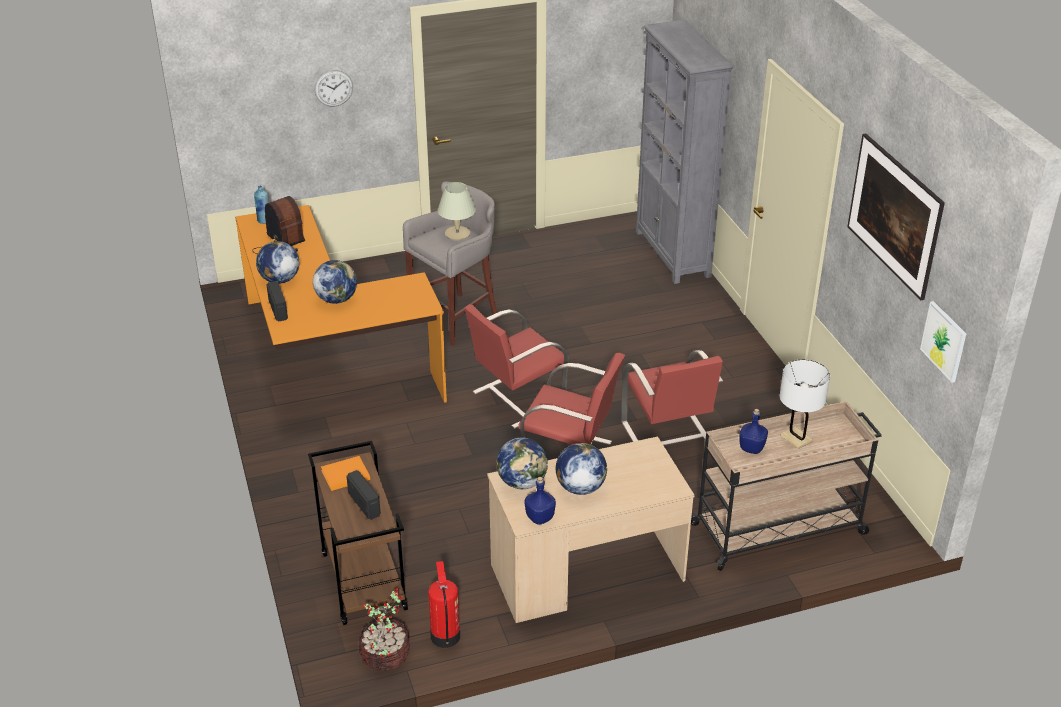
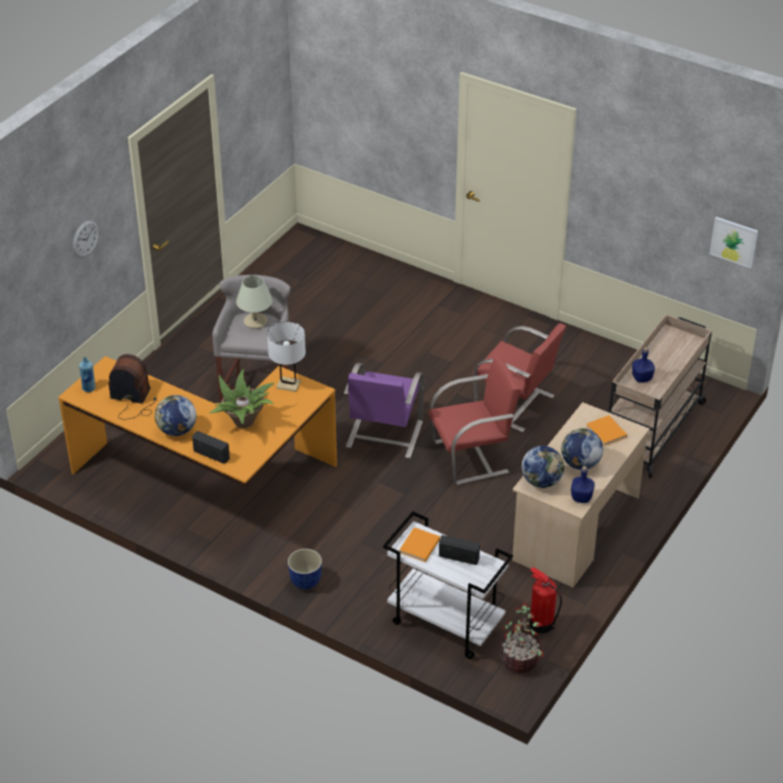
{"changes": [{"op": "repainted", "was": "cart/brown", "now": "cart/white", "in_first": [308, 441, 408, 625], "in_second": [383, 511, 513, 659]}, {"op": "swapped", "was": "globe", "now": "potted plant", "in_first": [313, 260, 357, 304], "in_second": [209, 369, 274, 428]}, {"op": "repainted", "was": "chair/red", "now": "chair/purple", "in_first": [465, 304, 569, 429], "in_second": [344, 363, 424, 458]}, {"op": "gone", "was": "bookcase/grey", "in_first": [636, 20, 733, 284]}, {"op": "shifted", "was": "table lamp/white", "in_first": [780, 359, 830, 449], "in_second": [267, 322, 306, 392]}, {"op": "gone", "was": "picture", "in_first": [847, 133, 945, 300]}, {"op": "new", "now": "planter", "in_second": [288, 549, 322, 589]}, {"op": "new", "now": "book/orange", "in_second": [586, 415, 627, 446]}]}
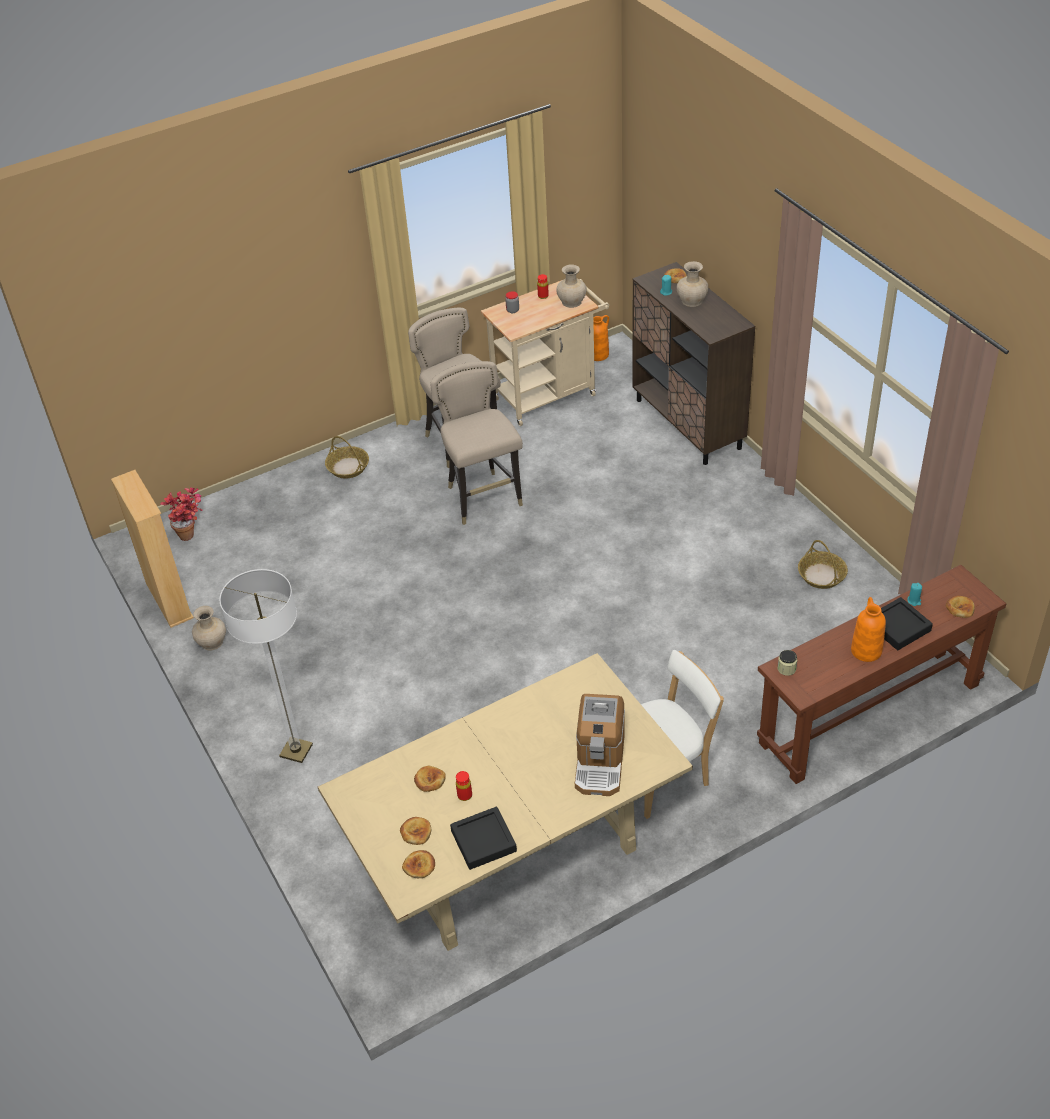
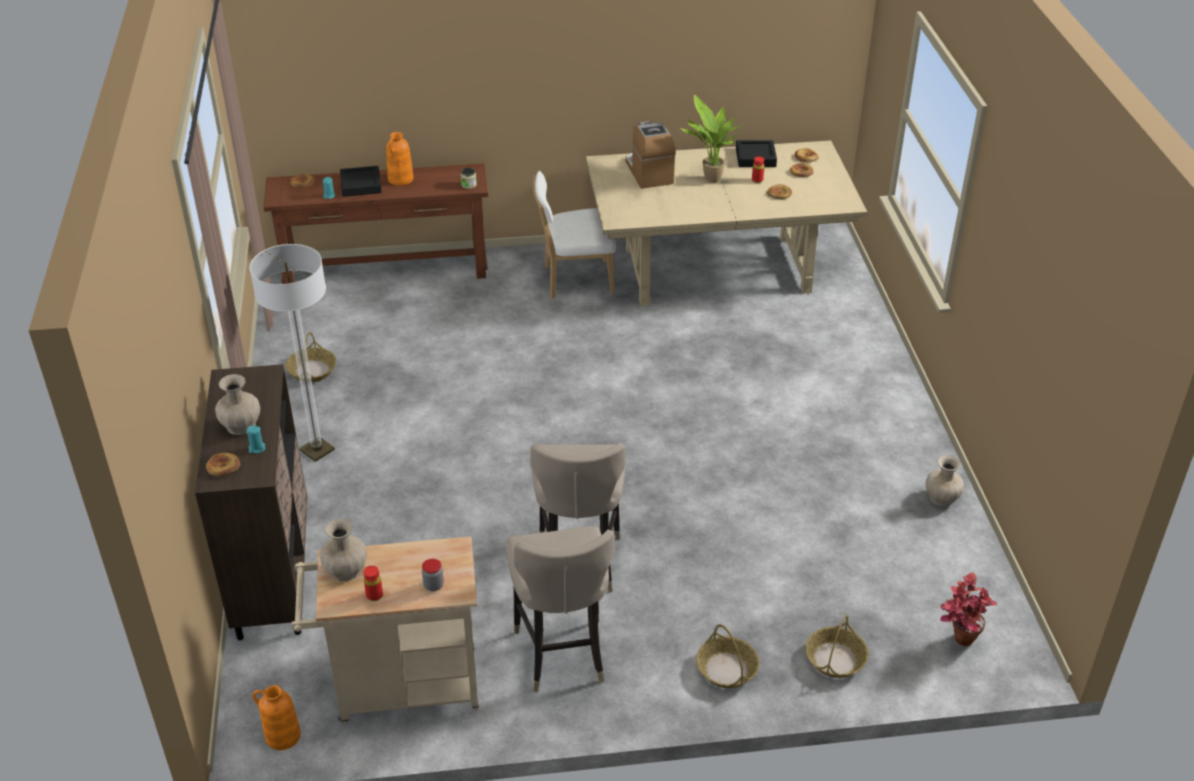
{"changes": [{"op": "gone", "was": "bookcase/beige", "in_first": [111, 470, 194, 628]}, {"op": "shifted", "was": "floor lamp", "in_first": [219, 569, 313, 763], "in_second": [249, 244, 335, 462]}, {"op": "rotated", "was": "coffee machine", "in_first": [575, 694, 625, 796], "in_second": [626, 121, 676, 189], "clockwise": -45}, {"op": "new", "now": "potted plant", "in_second": [680, 95, 741, 183]}, {"op": "new", "now": "basket", "in_second": [805, 615, 869, 678]}]}
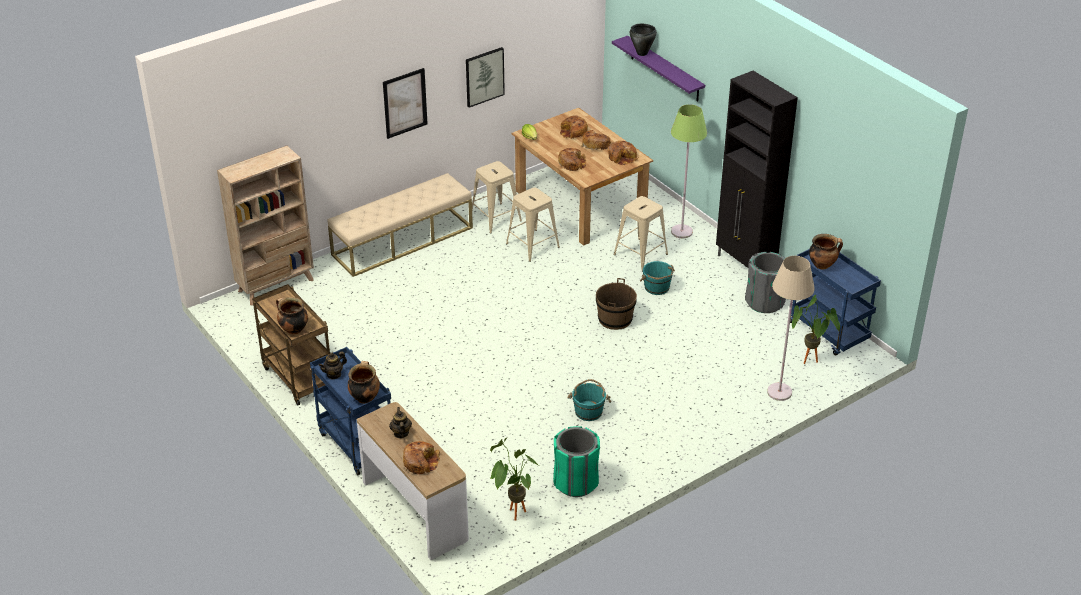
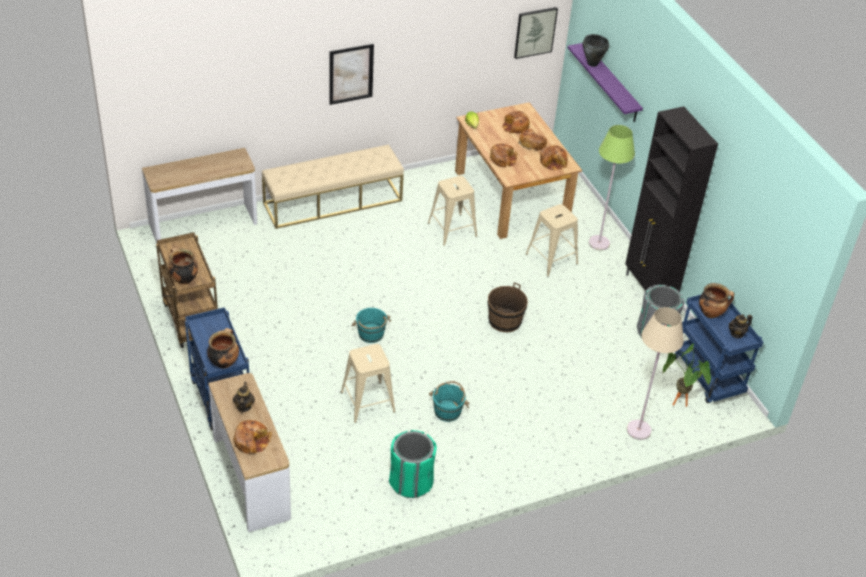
{"changes": [{"op": "swapped", "was": "bookcase/beige", "now": "console table", "in_first": [217, 146, 314, 305], "in_second": [142, 148, 257, 243]}, {"op": "shifted", "was": "teapot", "in_first": [319, 351, 347, 380], "in_second": [729, 314, 753, 338]}, {"op": "shifted", "was": "picture", "in_first": [466, 47, 505, 108], "in_second": [514, 7, 558, 59]}, {"op": "shifted", "was": "stool/beige", "in_first": [472, 161, 522, 233], "in_second": [341, 344, 396, 423]}, {"op": "gone", "was": "potted plant", "in_first": [490, 438, 538, 521]}, {"op": "shifted", "was": "bucket/turquoise", "in_first": [640, 261, 675, 295], "in_second": [351, 308, 391, 343]}]}
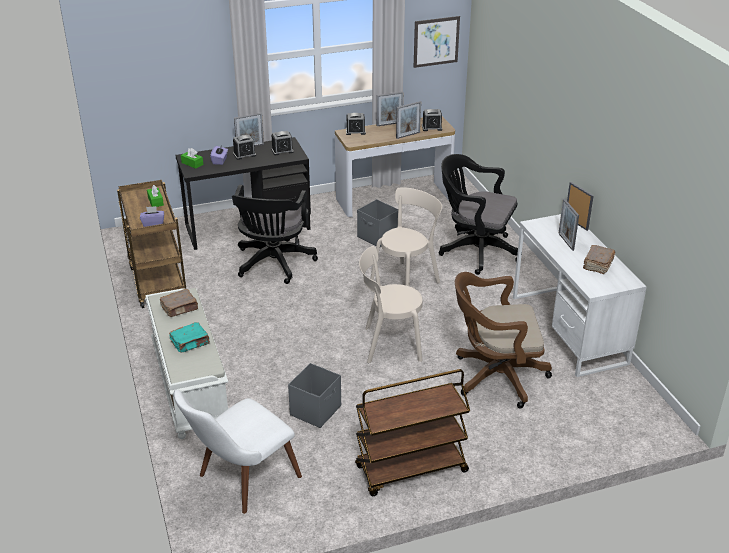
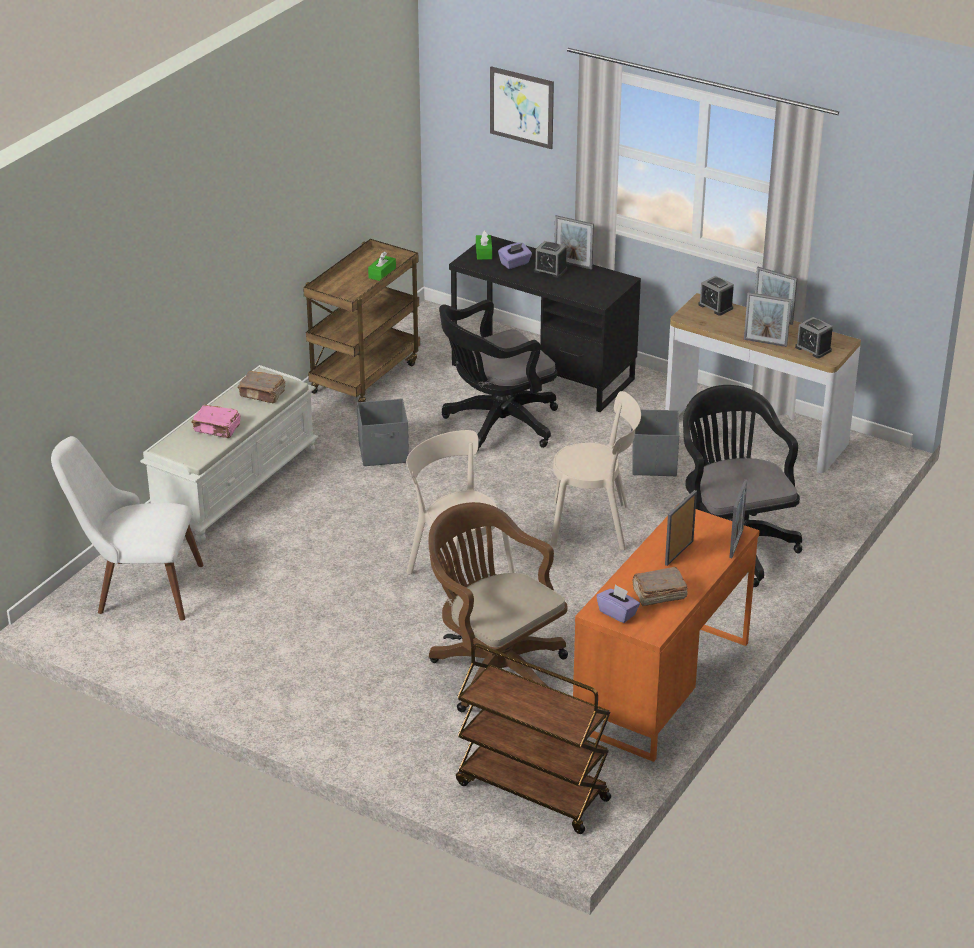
{"changes": [{"op": "shifted", "was": "tissue box/purple", "in_first": [140, 206, 164, 227], "in_second": [596, 584, 640, 623]}, {"op": "repainted", "was": "book/turquoise", "now": "book/pink", "in_first": [169, 322, 210, 353], "in_second": [191, 405, 241, 438]}, {"op": "gone", "was": "alarm clock", "in_first": [271, 131, 294, 155]}, {"op": "shifted", "was": "storage box/grey", "in_first": [288, 363, 341, 428], "in_second": [357, 399, 409, 466]}, {"op": "shifted", "was": "cart/brown", "in_first": [355, 369, 470, 496], "in_second": [456, 643, 611, 834]}, {"op": "shifted", "was": "picture", "in_first": [414, 16, 460, 68], "in_second": [490, 66, 554, 149]}, {"op": "repainted", "was": "desk/white", "now": "desk/orange", "in_first": [513, 214, 647, 377], "in_second": [573, 504, 760, 762]}]}
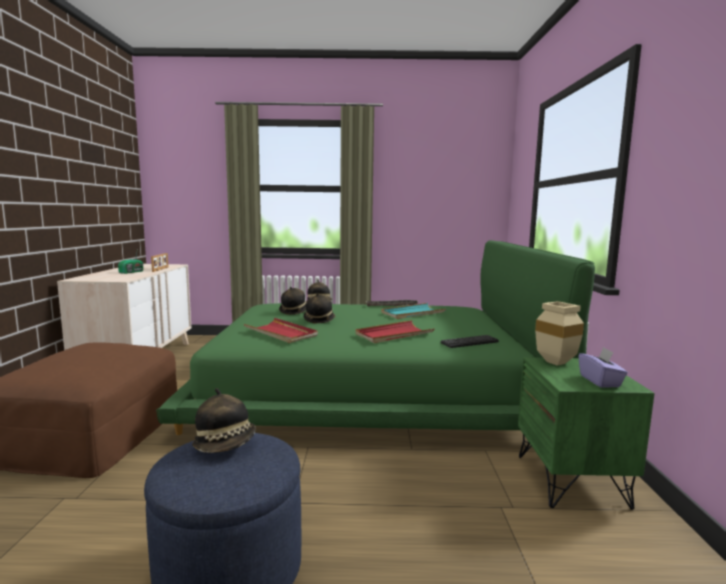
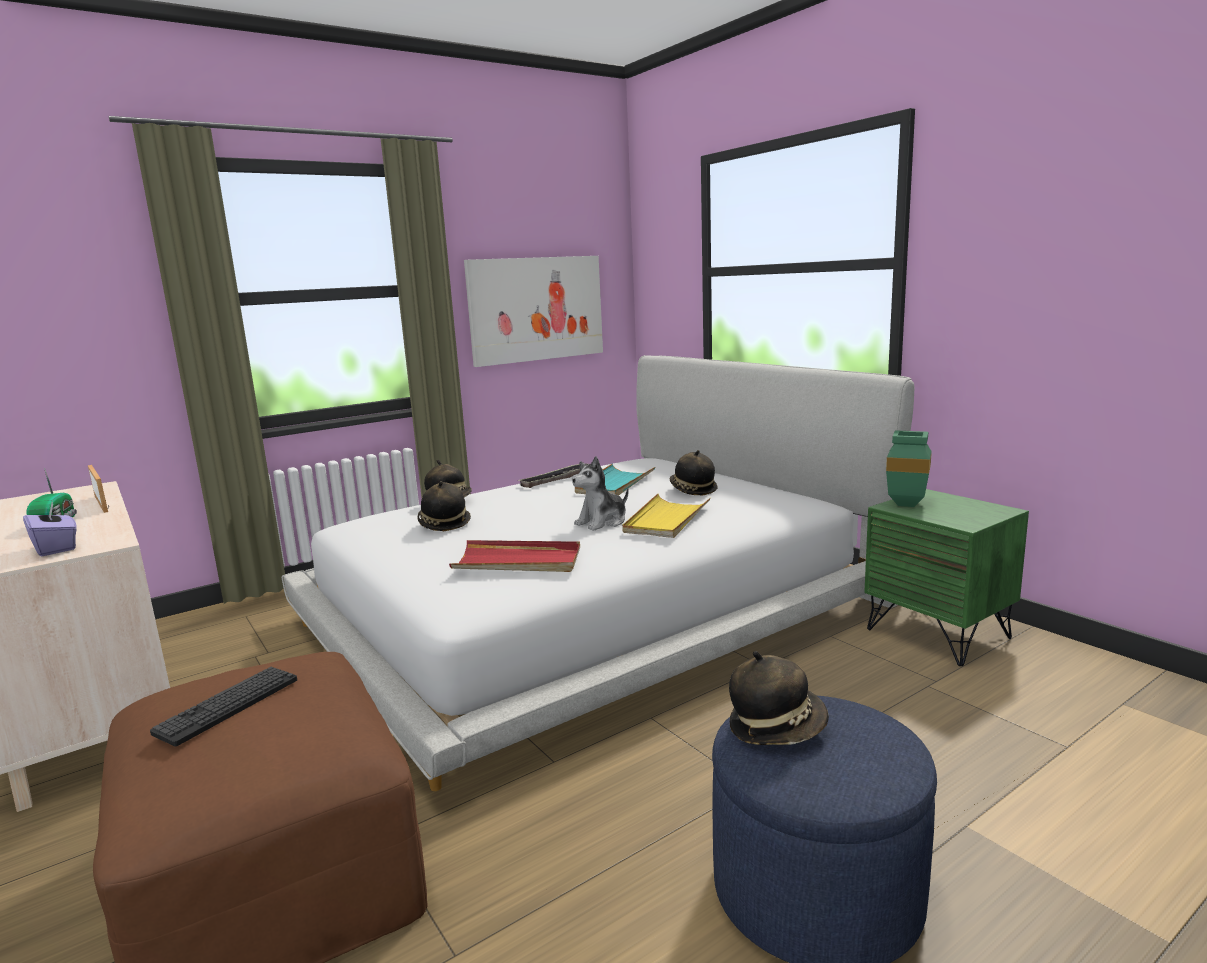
{"changes": [{"op": "repainted", "was": "bed/green", "now": "bed/white", "in_first": [156, 240, 595, 435], "in_second": [282, 355, 914, 791]}, {"op": "shifted", "was": "hat", "in_first": [303, 293, 335, 323], "in_second": [670, 450, 718, 496]}, {"op": "repainted", "was": "tray/red", "now": "tray/yellow", "in_first": [355, 320, 434, 343], "in_second": [622, 494, 711, 538]}, {"op": "shifted", "was": "keyboard", "in_first": [441, 335, 499, 348], "in_second": [150, 667, 297, 746]}, {"op": "repainted", "was": "vase/beige", "now": "vase/green", "in_first": [535, 301, 584, 366], "in_second": [886, 430, 932, 507]}, {"op": "shifted", "was": "tissue box/purple", "in_first": [578, 347, 628, 388], "in_second": [23, 502, 77, 556]}, {"op": "new", "now": "picture", "in_second": [464, 256, 603, 367]}, {"op": "new", "now": "plush toy", "in_second": [572, 456, 629, 531]}]}
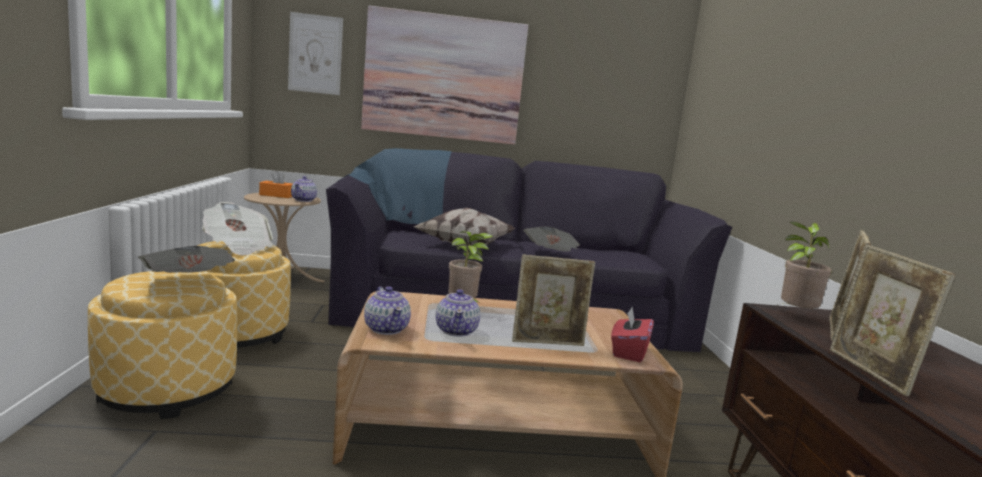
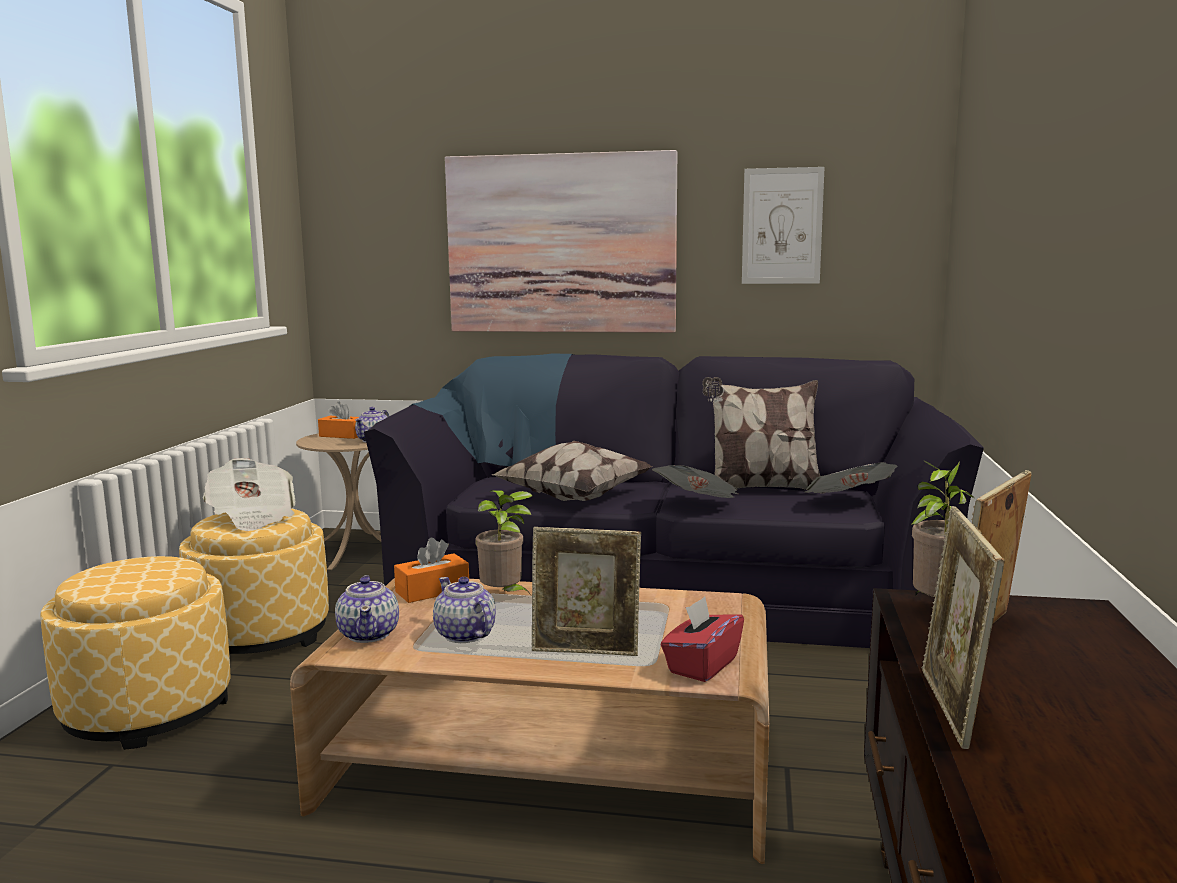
{"changes": [{"op": "shifted", "was": "newspaper", "in_first": [137, 246, 235, 273], "in_second": [805, 462, 898, 493]}, {"op": "shifted", "was": "picture", "in_first": [288, 12, 343, 95], "in_second": [742, 167, 825, 284]}, {"op": "rotated", "was": "teapot", "in_first": [436, 289, 481, 337], "in_second": [433, 577, 496, 643], "clockwise": 135}, {"op": "new", "now": "tissue box/orange", "in_second": [394, 538, 469, 603]}, {"op": "new", "now": "pillow", "in_second": [702, 377, 825, 494]}]}
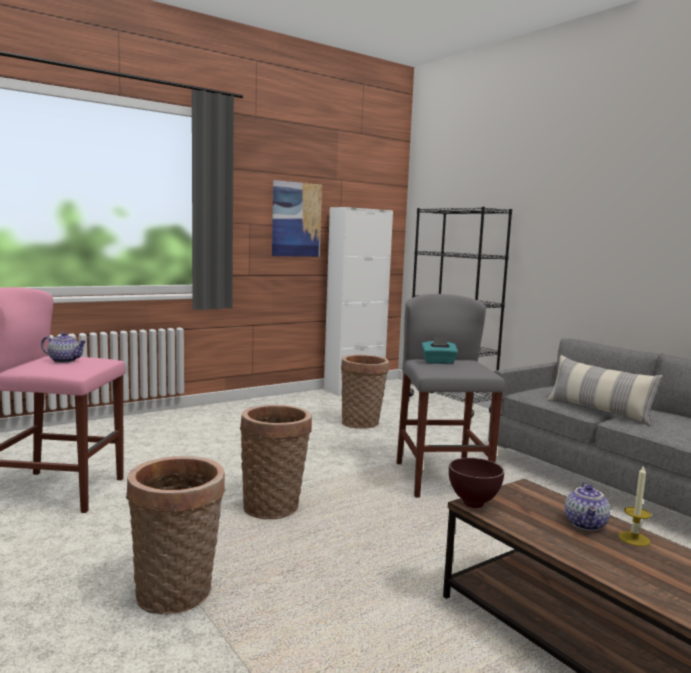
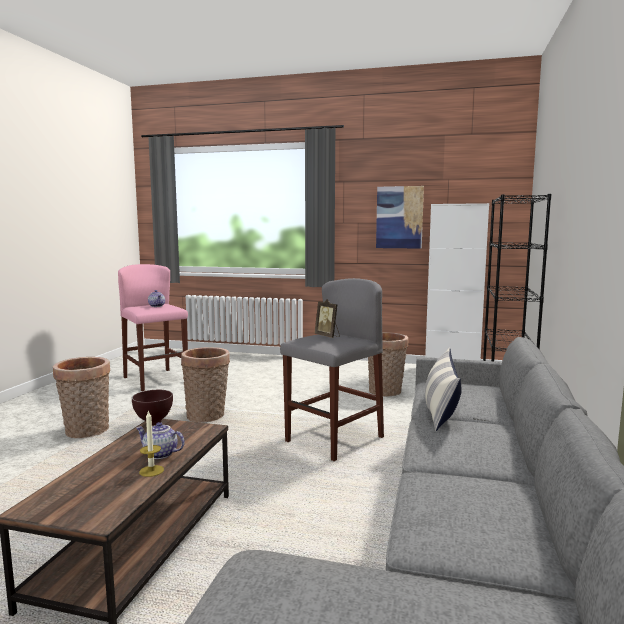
{"changes": [{"op": "swapped", "was": "tissue box/turquoise", "now": "picture frame", "in_first": [422, 337, 458, 364], "in_second": [314, 299, 340, 338]}, {"op": "rotated", "was": "teapot", "in_first": [565, 482, 610, 531], "in_second": [136, 422, 185, 459], "clockwise": 45}]}
